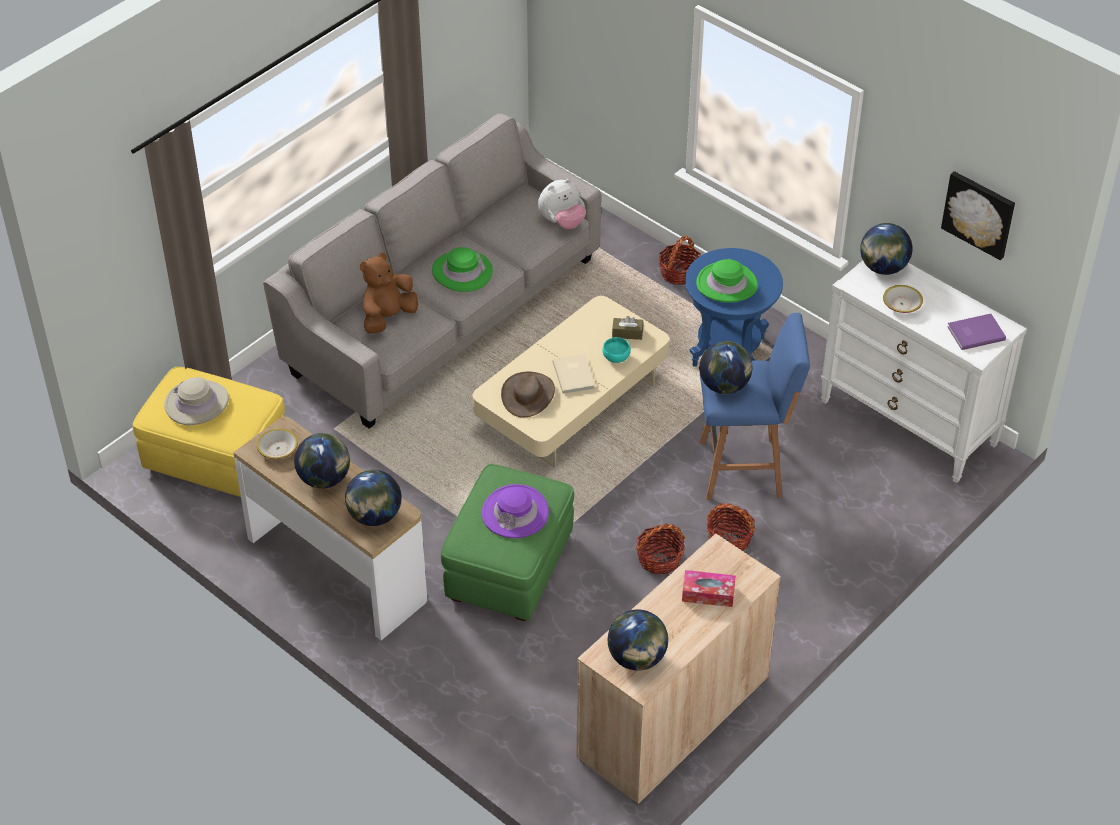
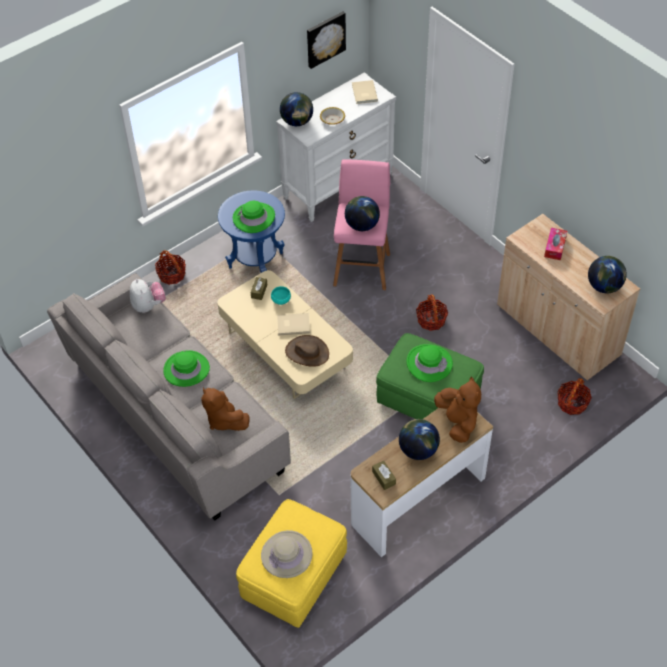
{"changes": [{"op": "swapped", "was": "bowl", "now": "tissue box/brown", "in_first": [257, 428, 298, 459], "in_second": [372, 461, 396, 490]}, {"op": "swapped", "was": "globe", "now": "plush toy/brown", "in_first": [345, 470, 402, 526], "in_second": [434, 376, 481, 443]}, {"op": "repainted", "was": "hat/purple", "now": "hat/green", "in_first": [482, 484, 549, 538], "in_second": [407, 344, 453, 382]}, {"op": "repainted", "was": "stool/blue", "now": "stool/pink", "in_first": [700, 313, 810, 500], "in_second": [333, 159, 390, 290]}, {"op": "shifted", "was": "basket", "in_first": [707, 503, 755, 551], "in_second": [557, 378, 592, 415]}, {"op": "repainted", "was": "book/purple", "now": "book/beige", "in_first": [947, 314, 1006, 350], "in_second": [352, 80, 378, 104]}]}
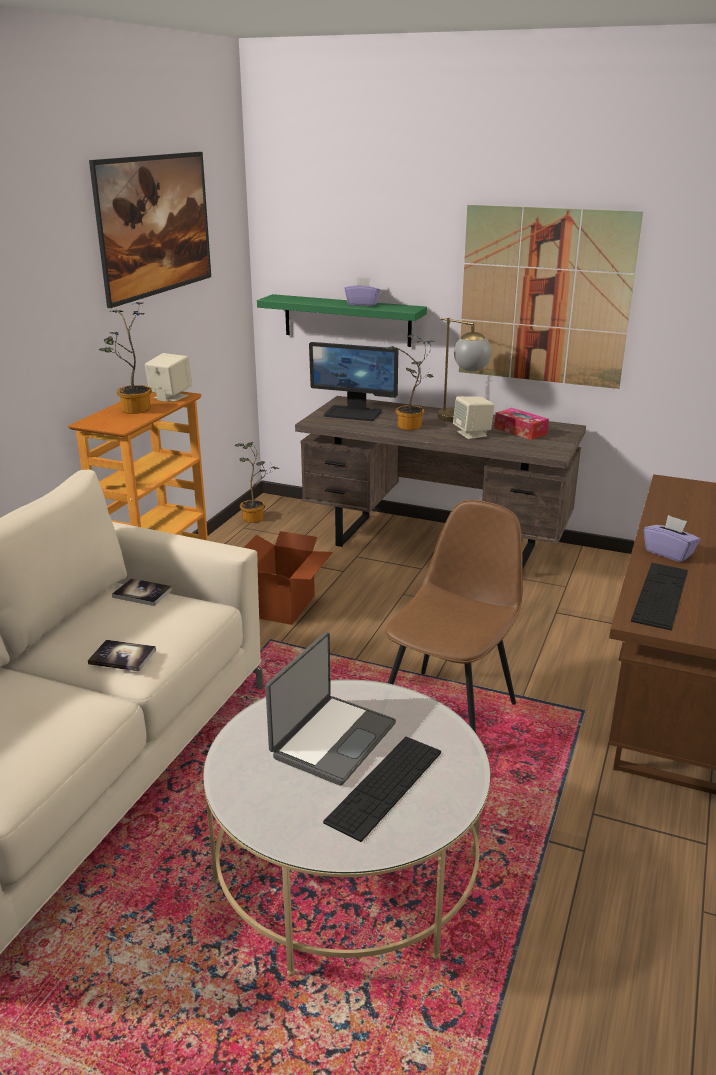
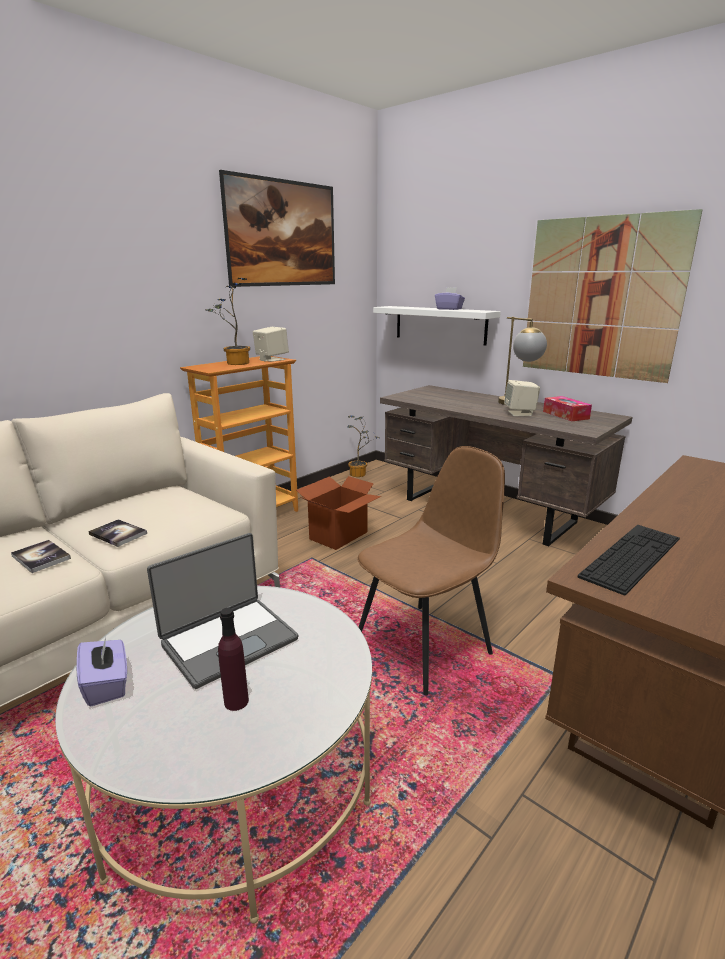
{"changes": [{"op": "shifted", "was": "book", "in_first": [112, 578, 173, 606], "in_second": [11, 540, 71, 573]}, {"op": "repainted", "was": "shelf/green", "now": "shelf/white", "in_first": [257, 294, 427, 347], "in_second": [373, 306, 501, 346]}, {"op": "gone", "was": "monitor", "in_first": [309, 342, 398, 421]}, {"op": "swapped", "was": "keyboard", "now": "bottle/purple", "in_first": [323, 737, 441, 842], "in_second": [218, 608, 249, 711]}, {"op": "gone", "was": "potted plant", "in_first": [386, 334, 434, 430]}, {"op": "shifted", "was": "tissue box/purple", "in_first": [644, 515, 700, 562], "in_second": [76, 637, 127, 706]}]}
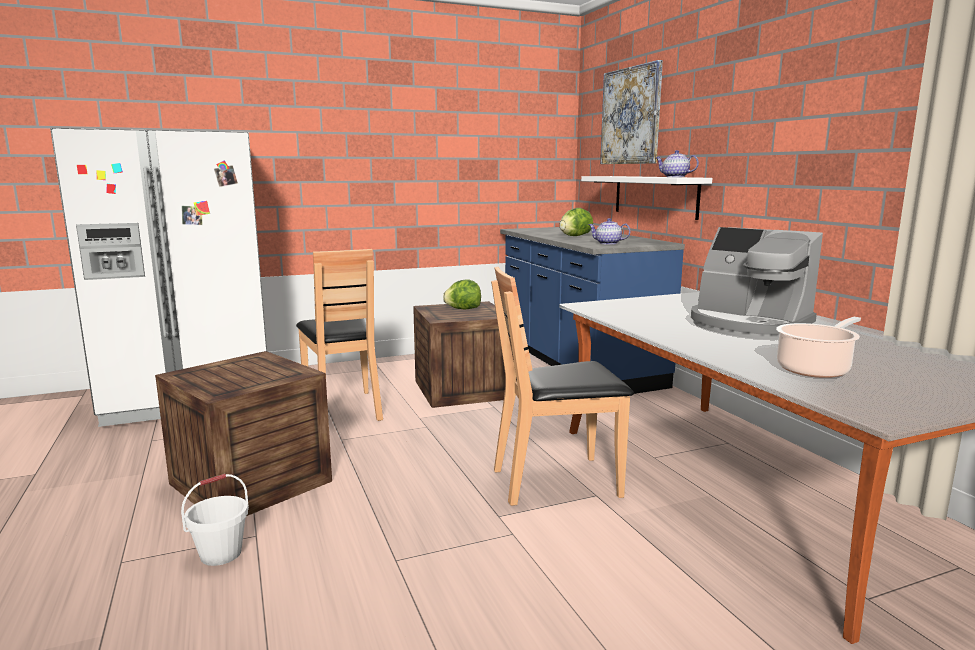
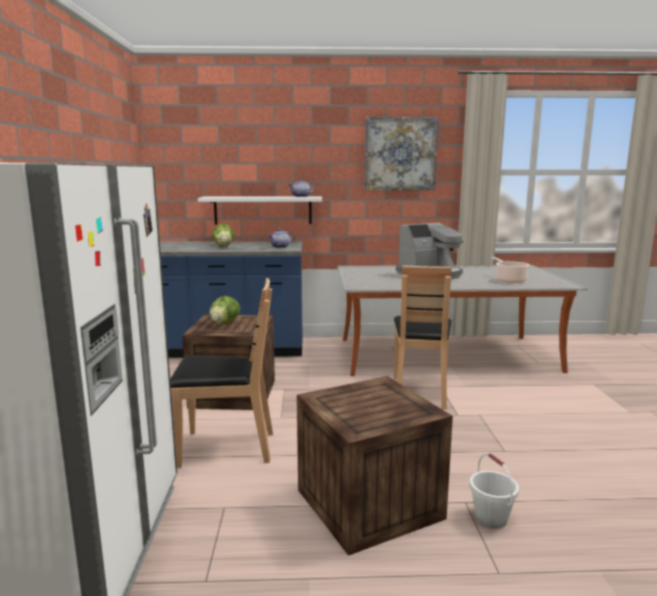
{"changes": [{"op": "shifted", "was": "picture", "in_first": [600, 60, 663, 164], "in_second": [365, 117, 438, 190]}]}
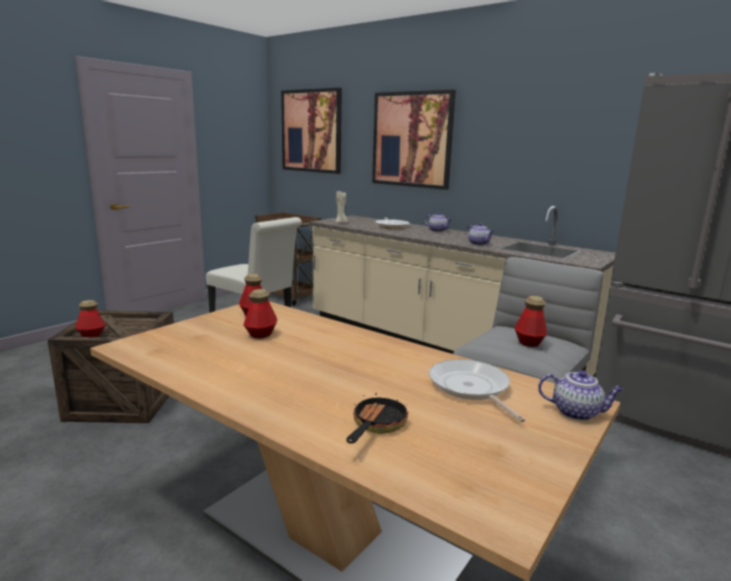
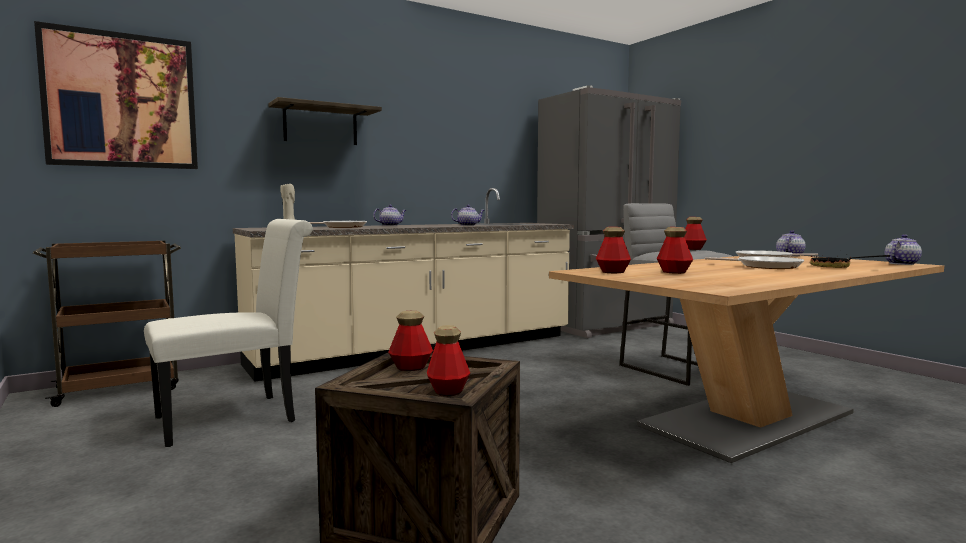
{"changes": [{"op": "swapped", "was": "picture", "now": "shelf", "in_first": [372, 90, 456, 190], "in_second": [268, 97, 382, 145]}, {"op": "new", "now": "bottle", "in_second": [388, 311, 433, 371]}, {"op": "new", "now": "frying pan", "in_second": [705, 256, 804, 269]}, {"op": "new", "now": "teapot", "in_second": [885, 234, 922, 265]}]}
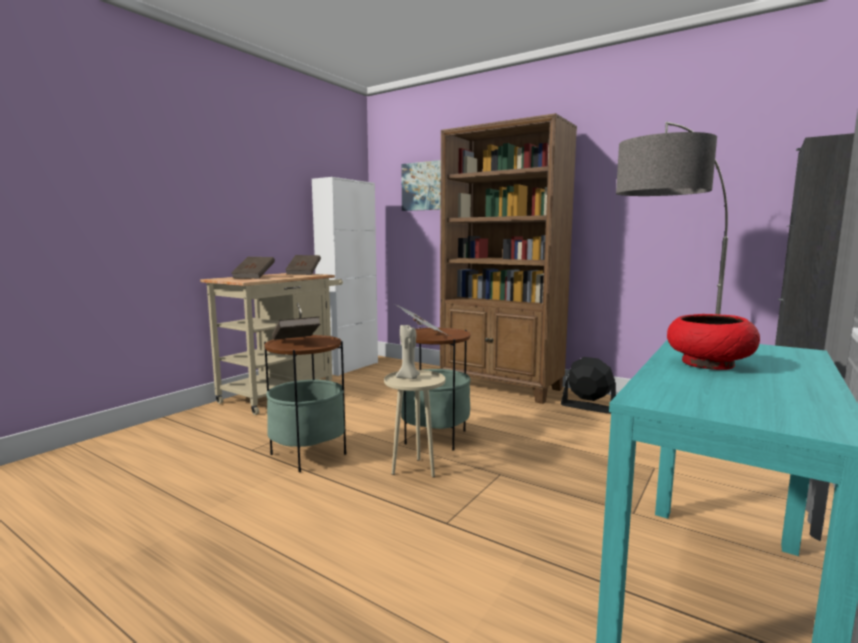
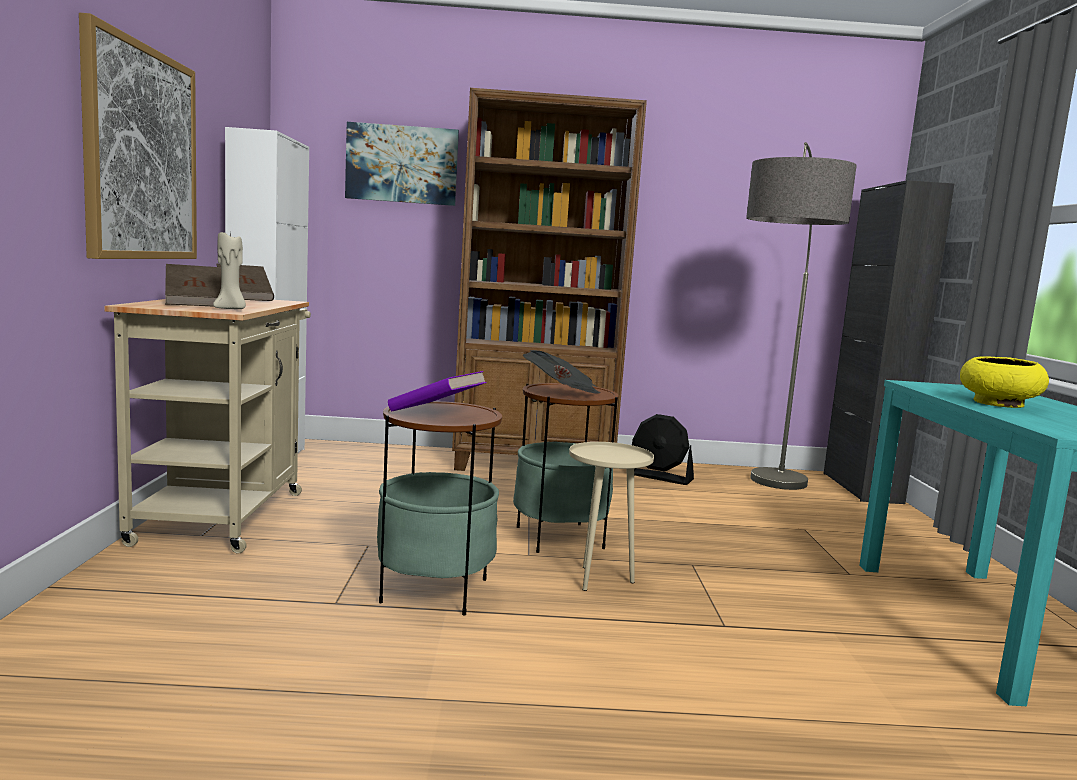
{"changes": [{"op": "repainted", "was": "book/brown", "now": "book/purple", "in_first": [272, 317, 320, 340], "in_second": [388, 371, 487, 411]}, {"op": "shifted", "was": "candle/beige", "in_first": [396, 325, 420, 379], "in_second": [213, 232, 246, 309]}, {"op": "rotated", "was": "fan/black", "in_first": [561, 357, 616, 414], "in_second": [626, 414, 694, 485], "clockwise": -150}, {"op": "repainted", "was": "bowl/red", "now": "bowl/yellow", "in_first": [667, 314, 760, 370], "in_second": [960, 356, 1049, 408]}, {"op": "new", "now": "picture", "in_second": [79, 13, 197, 259]}]}
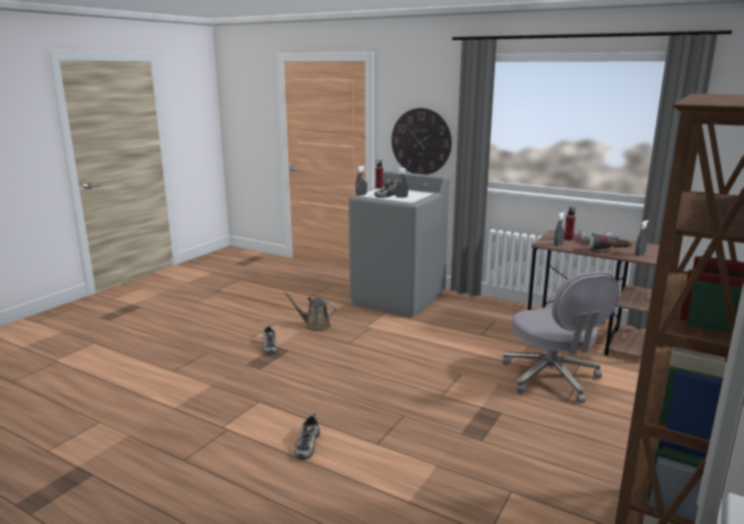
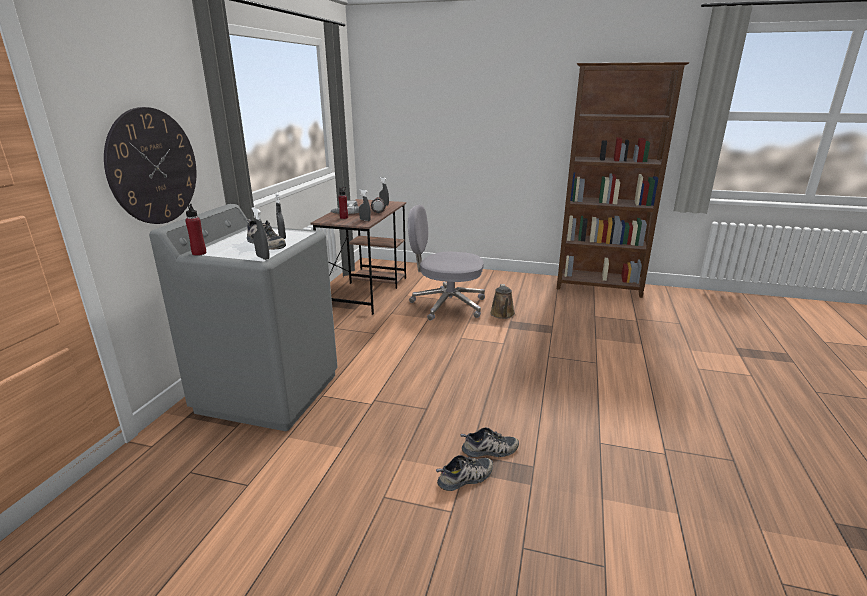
{"changes": [{"op": "shifted", "was": "watering can/brown", "in_first": [284, 292, 336, 331], "in_second": [490, 284, 515, 319]}, {"op": "shifted", "was": "shoe", "in_first": [294, 412, 320, 460], "in_second": [460, 427, 519, 457]}, {"op": "rotated", "was": "office chair/grey", "in_first": [502, 271, 619, 403], "in_second": [408, 205, 485, 321], "clockwise": -135}]}
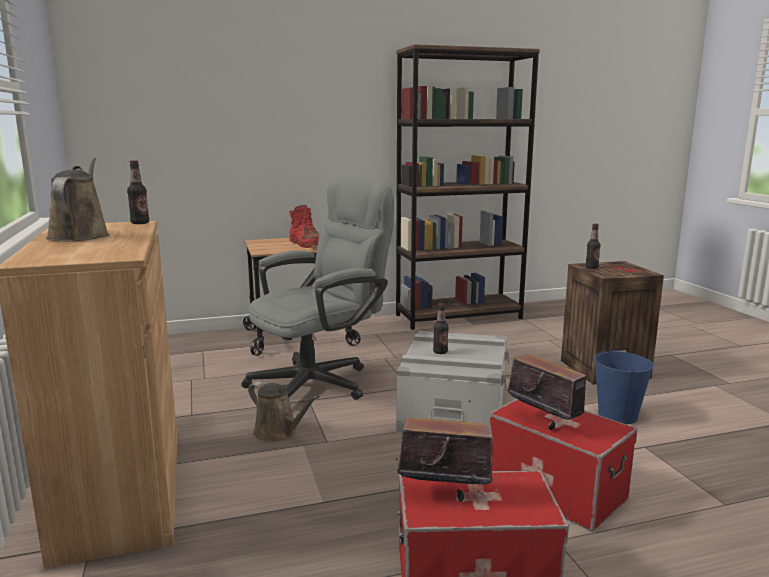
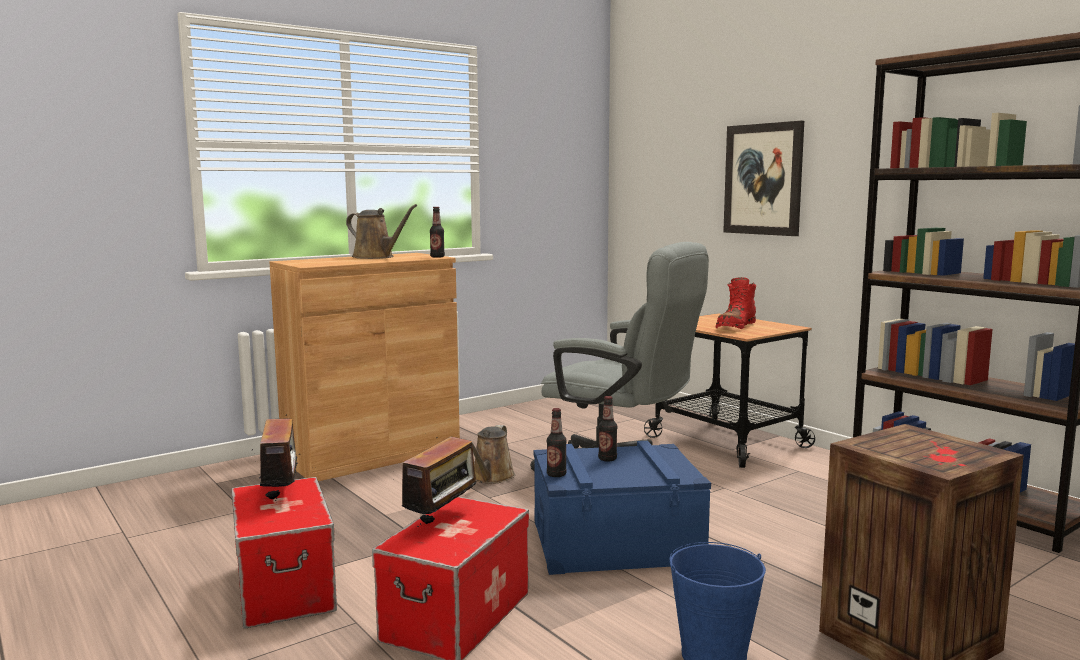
{"changes": [{"op": "rotated", "was": "watering can/brown", "in_first": [46, 157, 110, 242], "in_second": [346, 204, 417, 259], "clockwise": 60}, {"op": "repainted", "was": "storage box/grey", "now": "storage box/blue", "in_first": [396, 331, 509, 432], "in_second": [533, 441, 711, 575]}, {"op": "shifted", "was": "bottle", "in_first": [585, 224, 601, 269], "in_second": [547, 408, 567, 477]}, {"op": "new", "now": "picture", "in_second": [723, 121, 804, 236]}]}
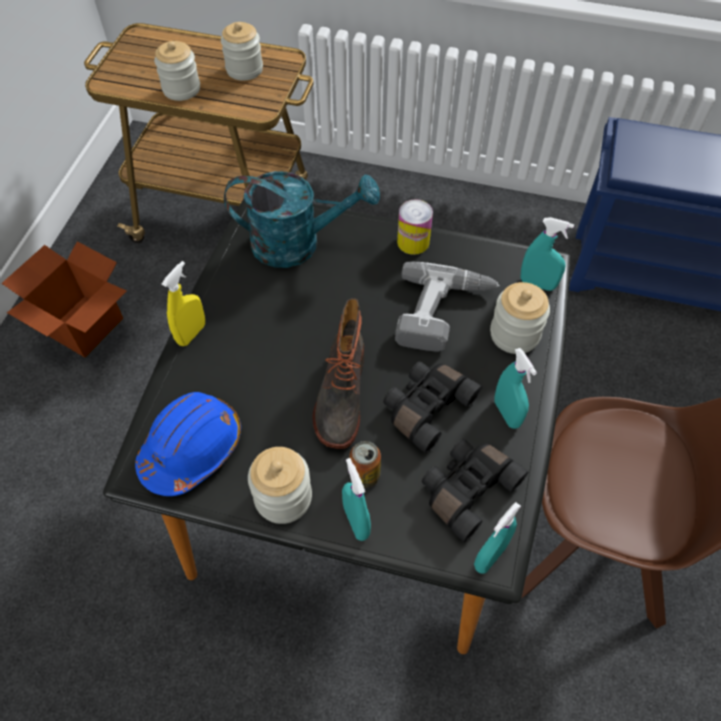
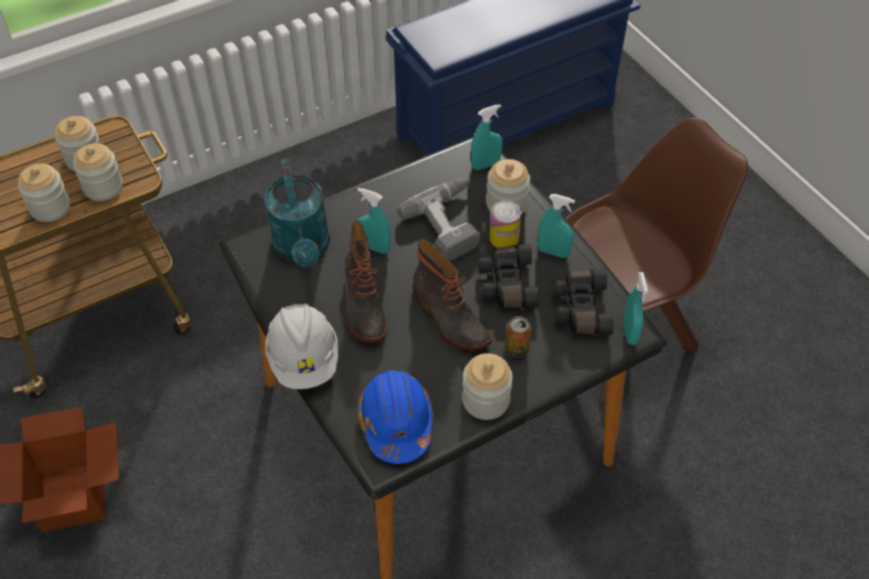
{"changes": [{"op": "swapped", "was": "spray bottle/yellow", "now": "hard hat/white", "in_first": [161, 261, 205, 346], "in_second": [265, 303, 338, 389]}, {"op": "rotated", "was": "watering can/turquoise", "in_first": [224, 171, 380, 268], "in_second": [264, 158, 330, 267], "clockwise": 120}, {"op": "shifted", "was": "spray bottle/turquoise", "in_first": [342, 458, 371, 541], "in_second": [357, 188, 391, 254]}, {"op": "shifted", "was": "can", "in_first": [397, 199, 433, 255], "in_second": [489, 200, 522, 248]}, {"op": "new", "now": "jar", "in_second": [73, 143, 123, 201]}, {"op": "new", "now": "boot", "in_second": [345, 221, 387, 343]}]}
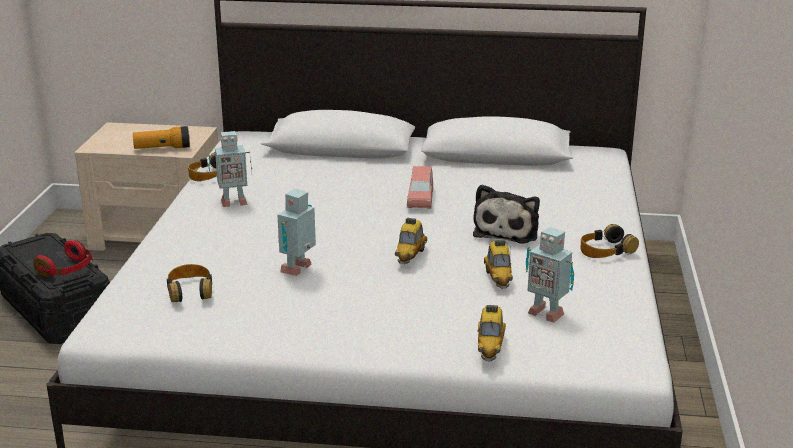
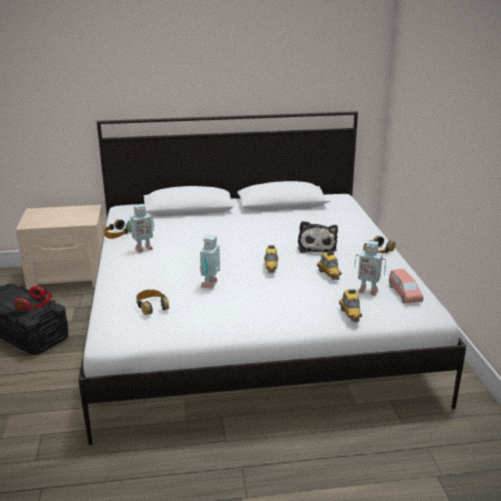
{"changes": [{"op": "gone", "was": "flashlight", "in_first": [133, 126, 190, 149]}, {"op": "shifted", "was": "toy car/pink", "in_first": [407, 166, 433, 208], "in_second": [389, 269, 423, 303]}]}
